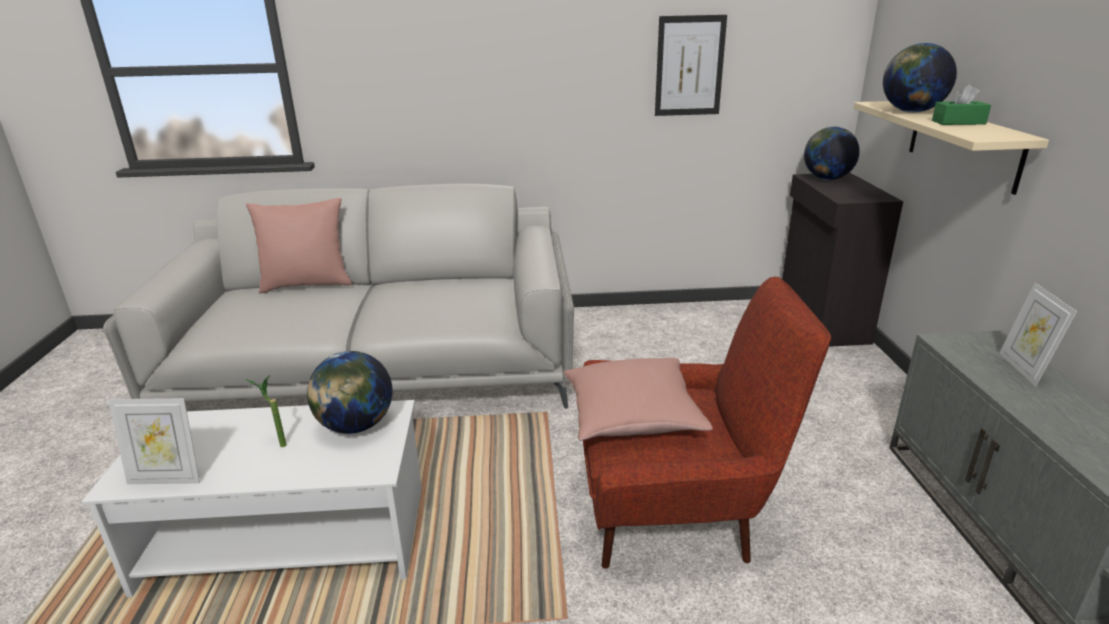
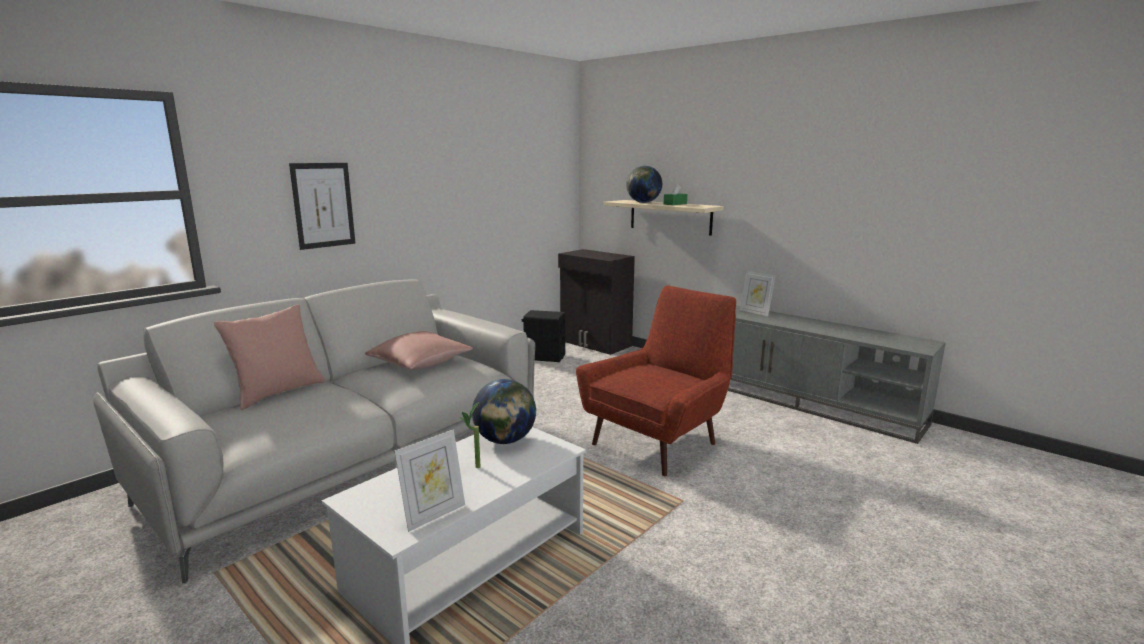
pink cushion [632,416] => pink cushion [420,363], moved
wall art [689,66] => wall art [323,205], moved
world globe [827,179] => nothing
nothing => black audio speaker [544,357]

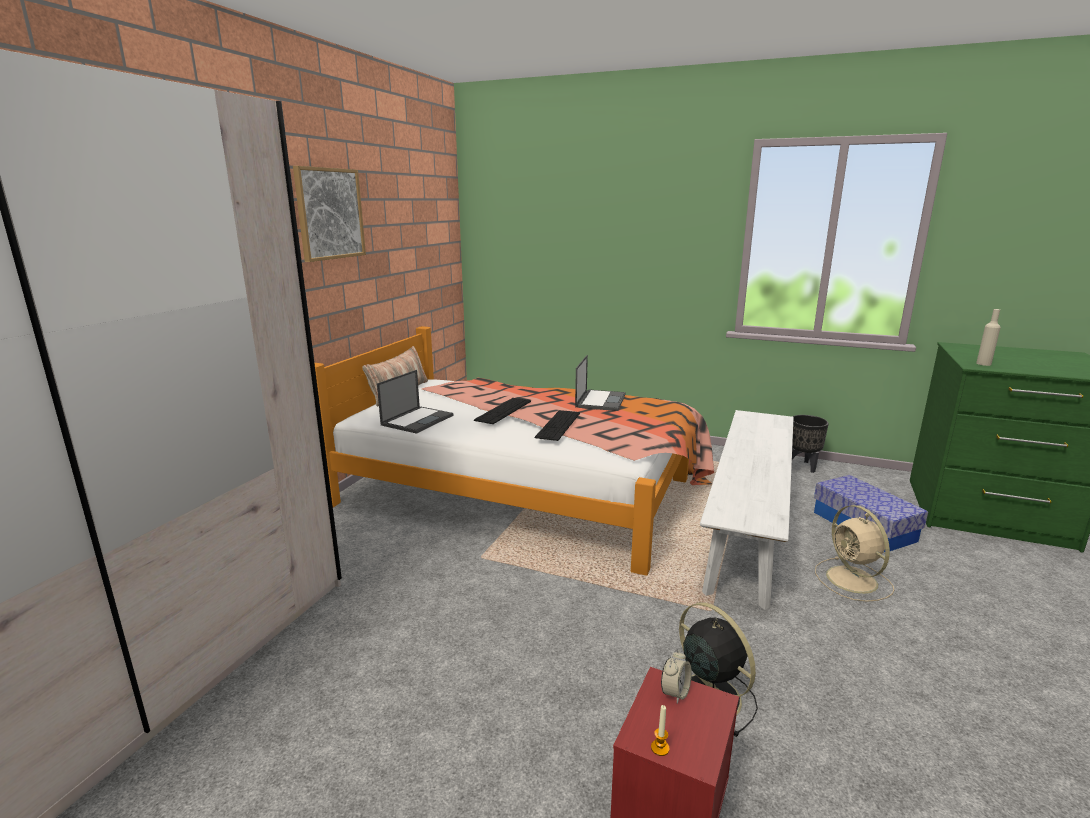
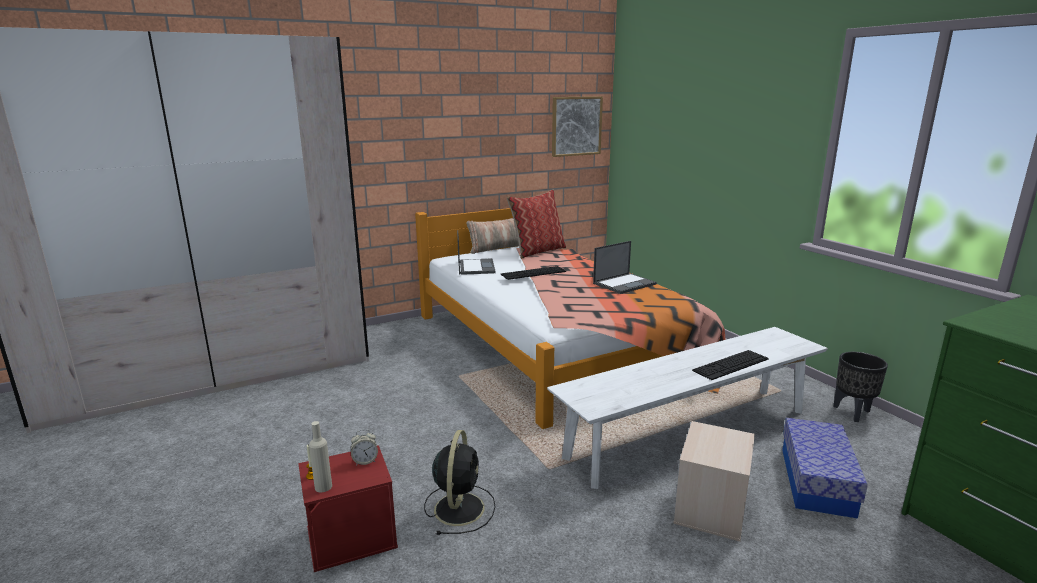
wall art [329,214] => wall art [576,126], moved
notebook computer [418,420] => notebook computer [475,267], 75 degrees counterclockwise
PC keyboard [558,425] => PC keyboard [731,365], moved
sand-coloured fan [853,581] => sand-coloured storage box [712,509]
sand-coloured beverage bottle [983,364] => sand-coloured beverage bottle [323,487], moved
nothing => cushion [537,251]

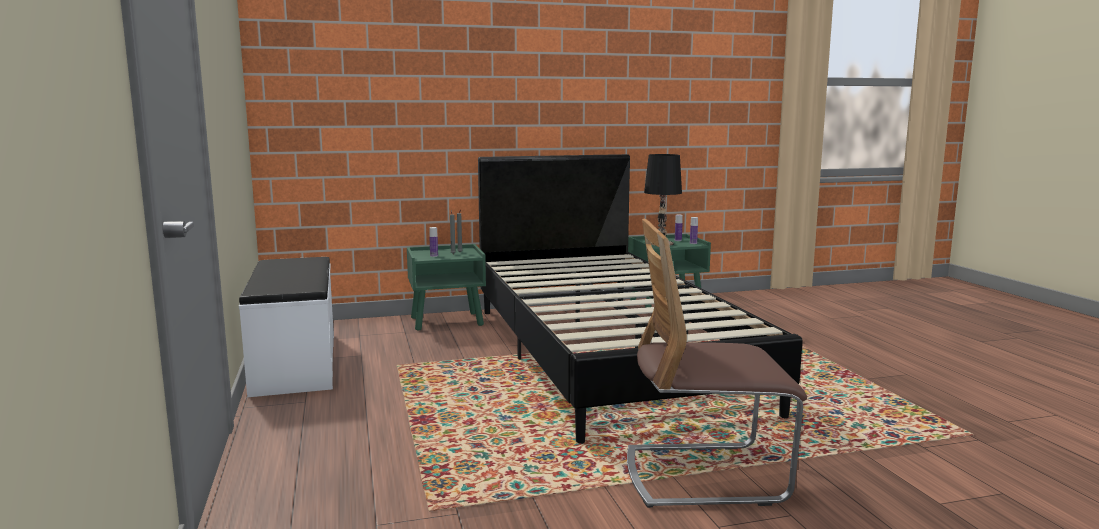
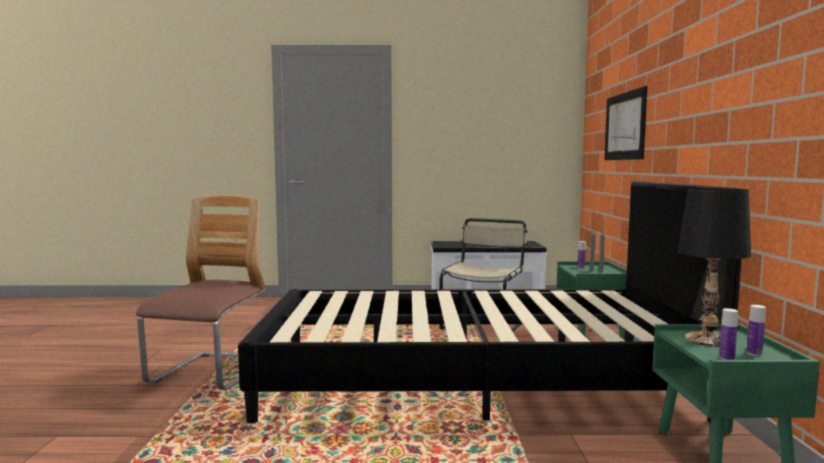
nothing => sand-coloured upright chair [484,325]
nothing => wall art [624,126]

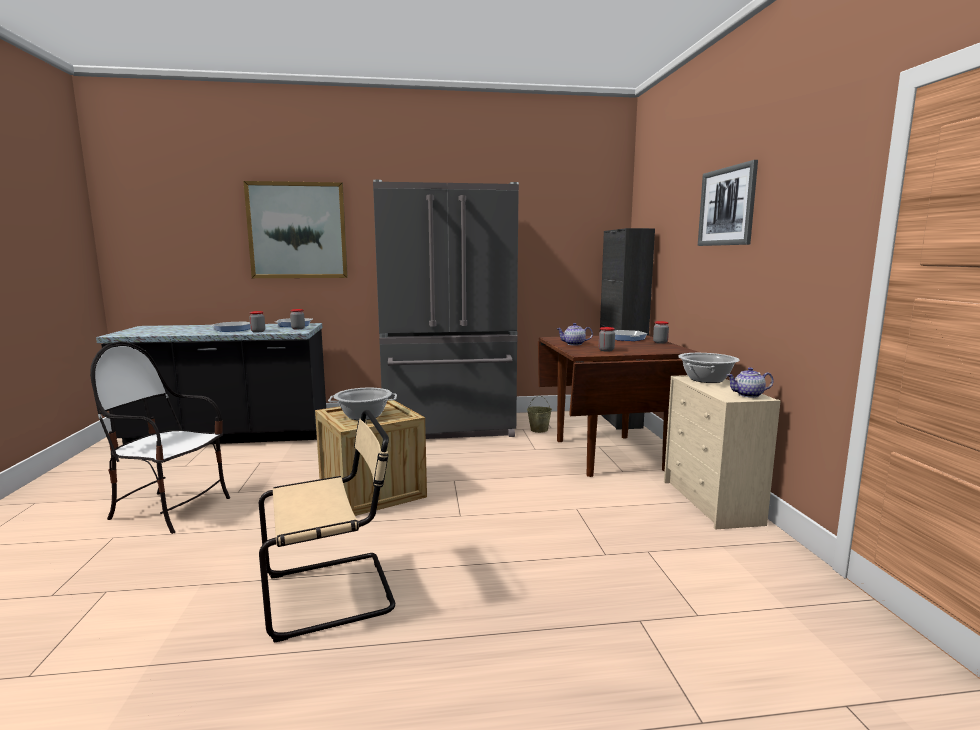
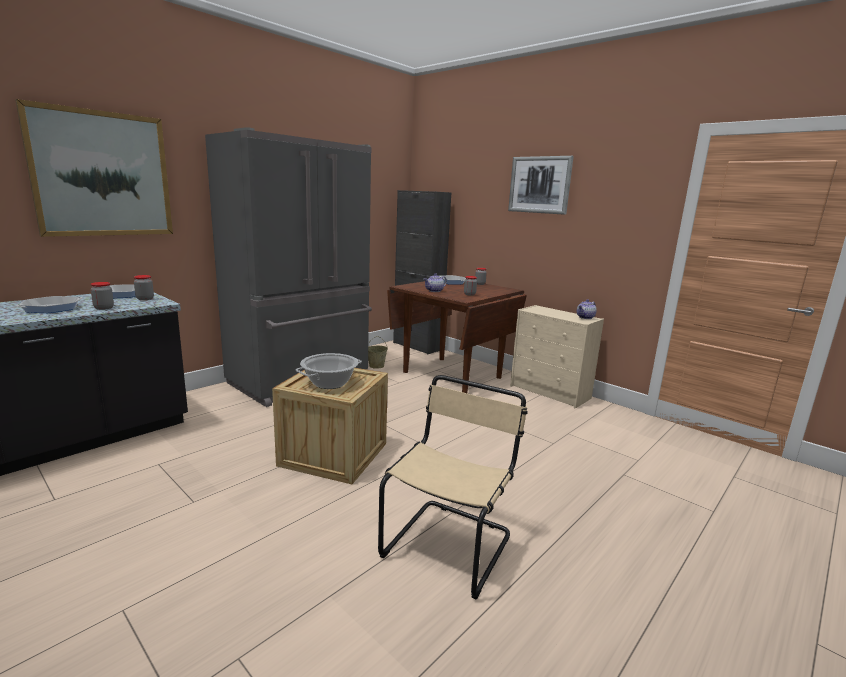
upright chair [171,510] => nothing
stockpot [706,379] => nothing

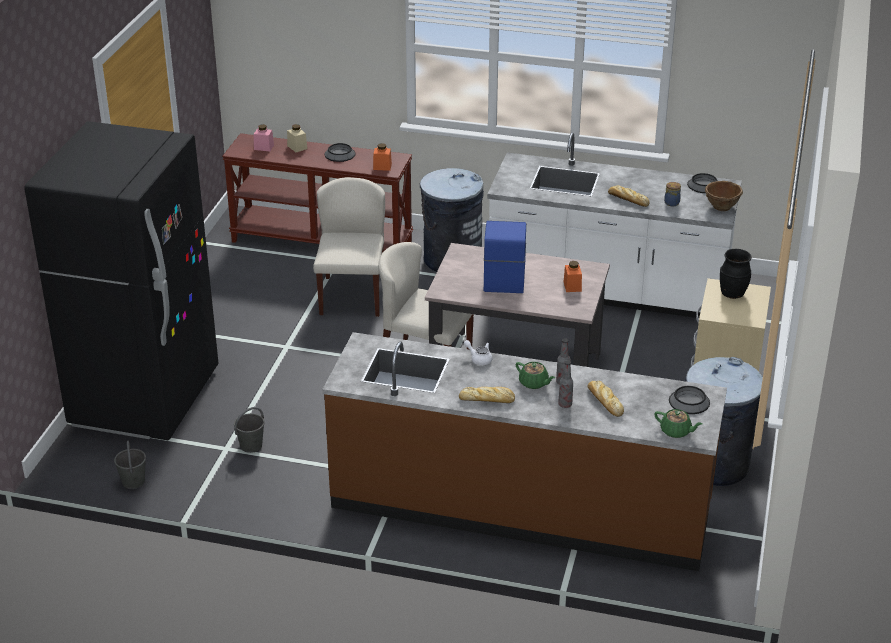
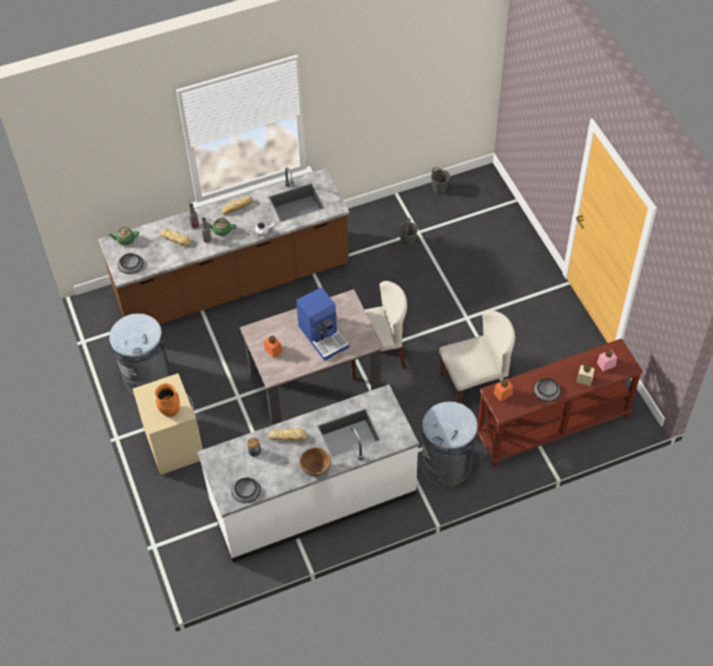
black refrigerator [145,398] => nothing
sand-coloured upright chair [352,296] => sand-coloured upright chair [475,385], 75 degrees counterclockwise
brown-coloured deep dish [721,207] => brown-coloured deep dish [315,469], moved
black flower vase [732,293] => orangey flower vase [170,410]

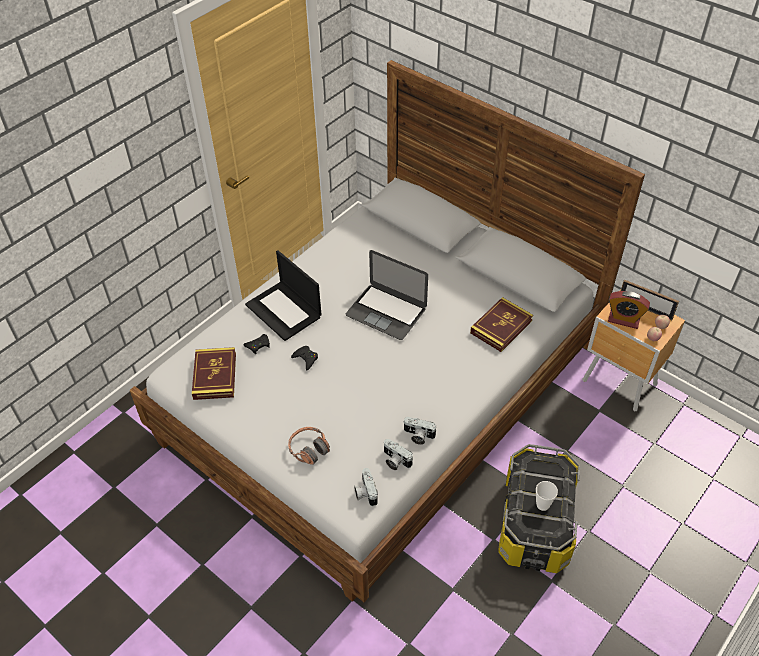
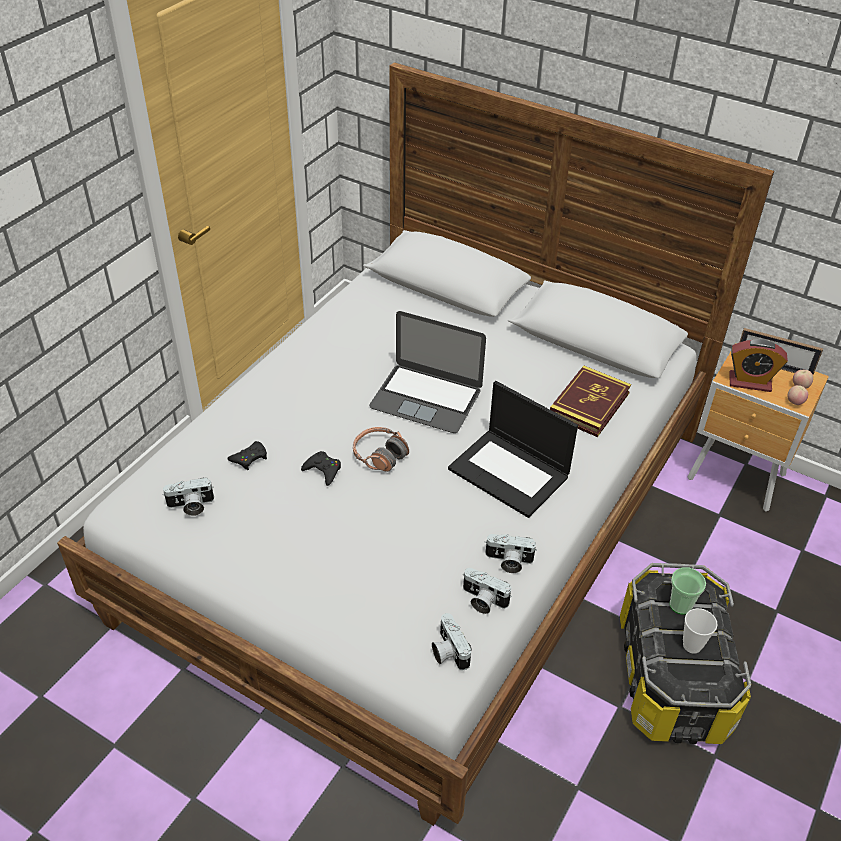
bound book [215,376] => still camera [190,506]
notebook computer [284,311] => notebook computer [510,472], moved
headphones [309,449] => headphones [379,455], moved
nothing => cup [680,605]

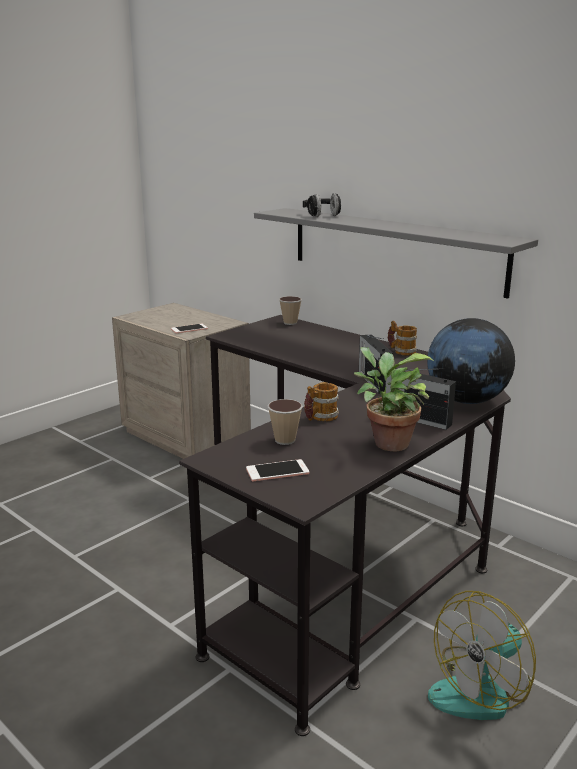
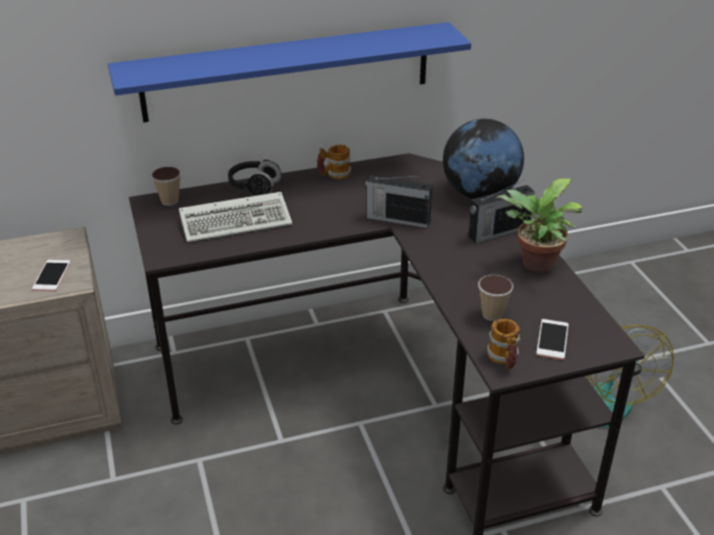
grey wall shelf [394,249] => blue-coloured wall shelf [287,72]
black headphones [322,215] => black headphones [255,187], moved
coffee mug [320,418] => coffee mug [504,359], moved
nothing => PC keyboard [238,221]

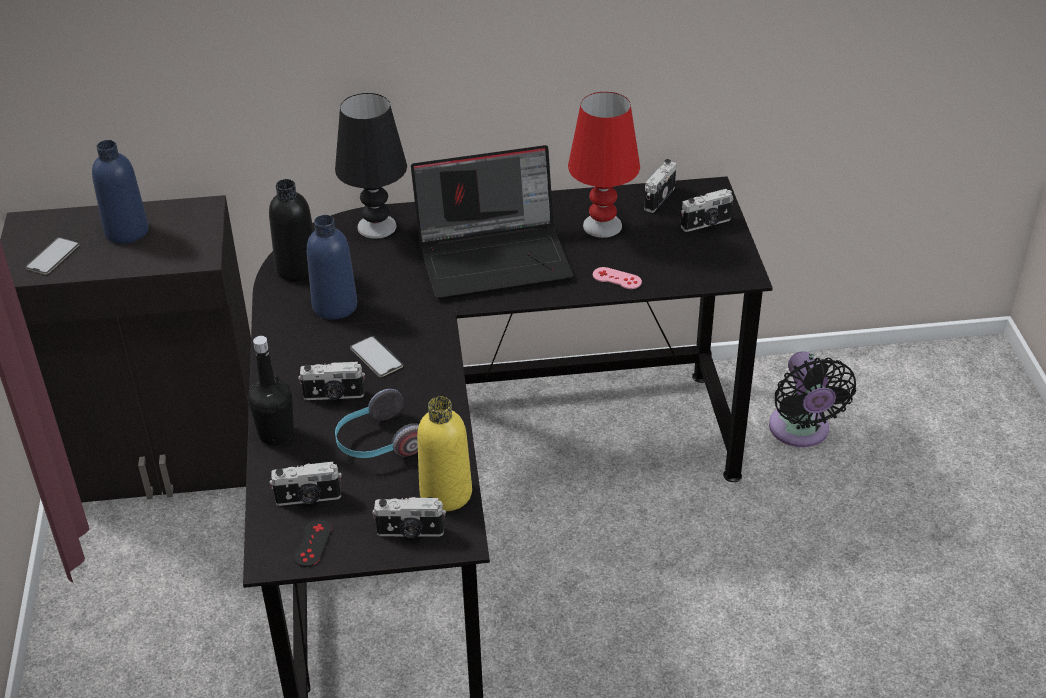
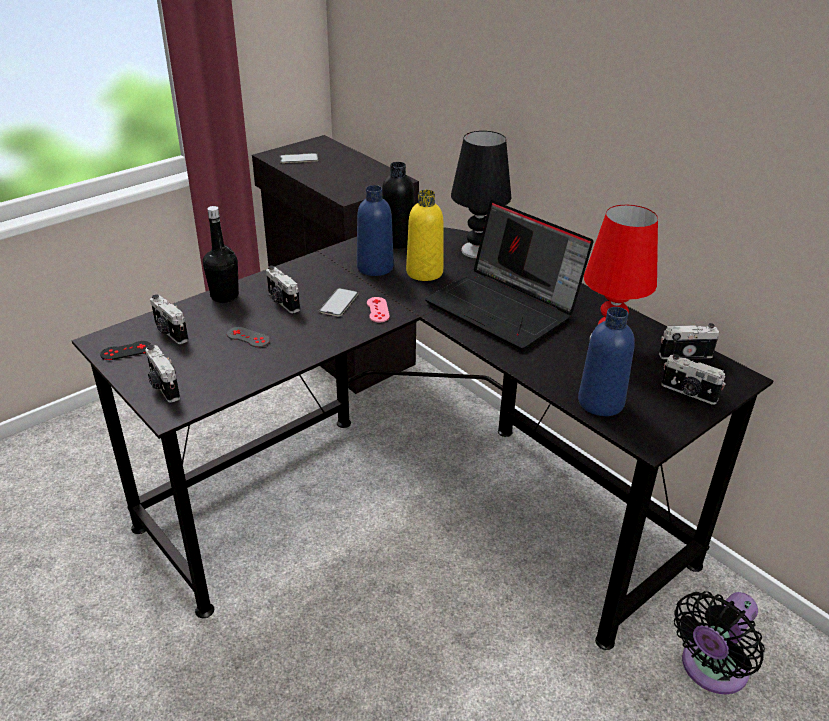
blue-coloured beverage bottle [126,231] => blue-coloured beverage bottle [601,402], moved
headphones [378,443] => grey gamepad [248,337]
yellow beverage bottle [446,493] => yellow beverage bottle [424,272], moved
pink gamepad [617,278] => pink gamepad [378,310], moved

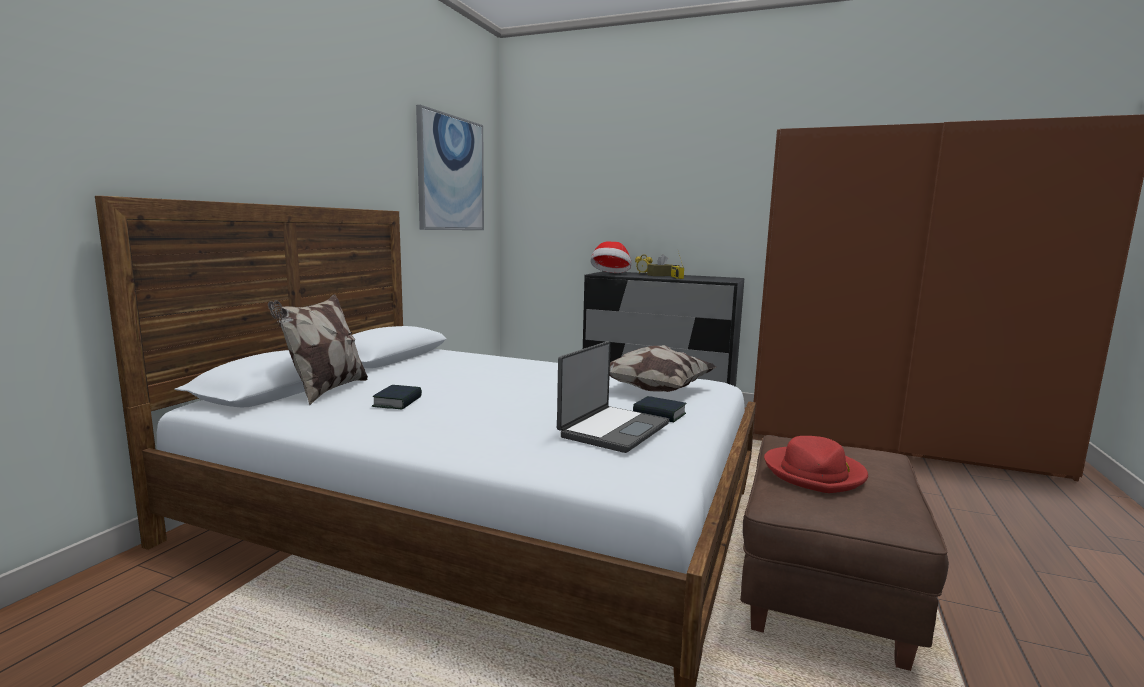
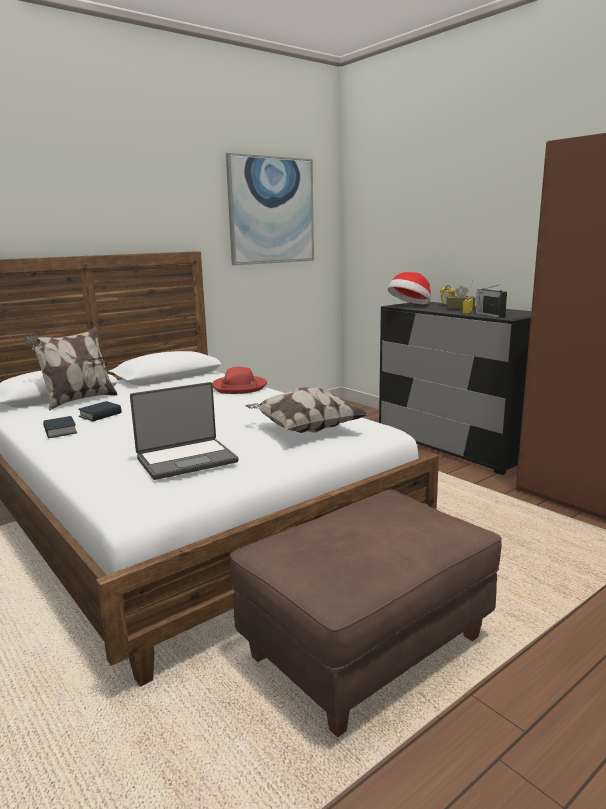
bound book [659,414] => bound book [60,431], moved
red clothing hat [814,473] => red clothing hat [239,387], moved
nothing => radio receiver [489,315]

